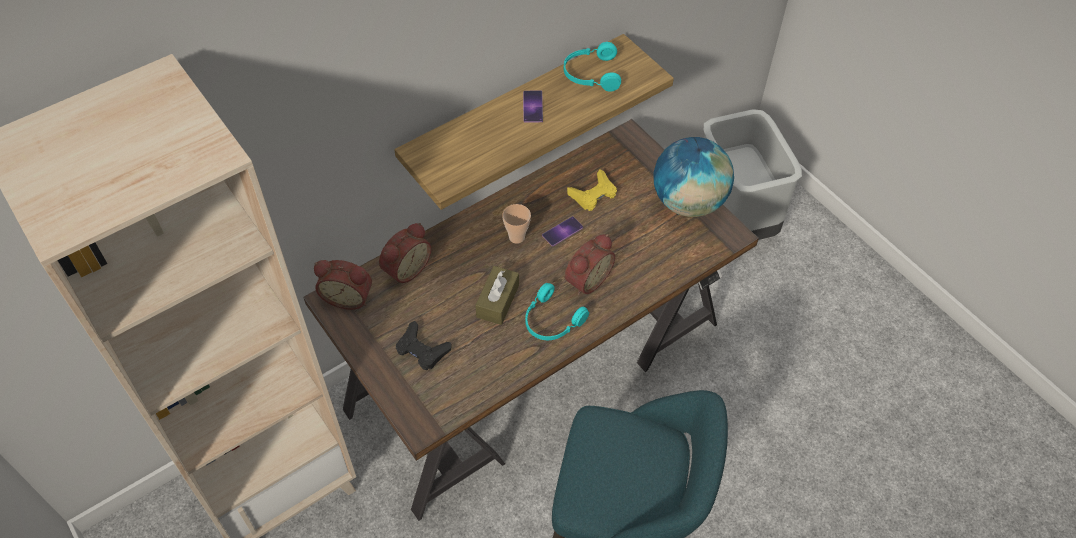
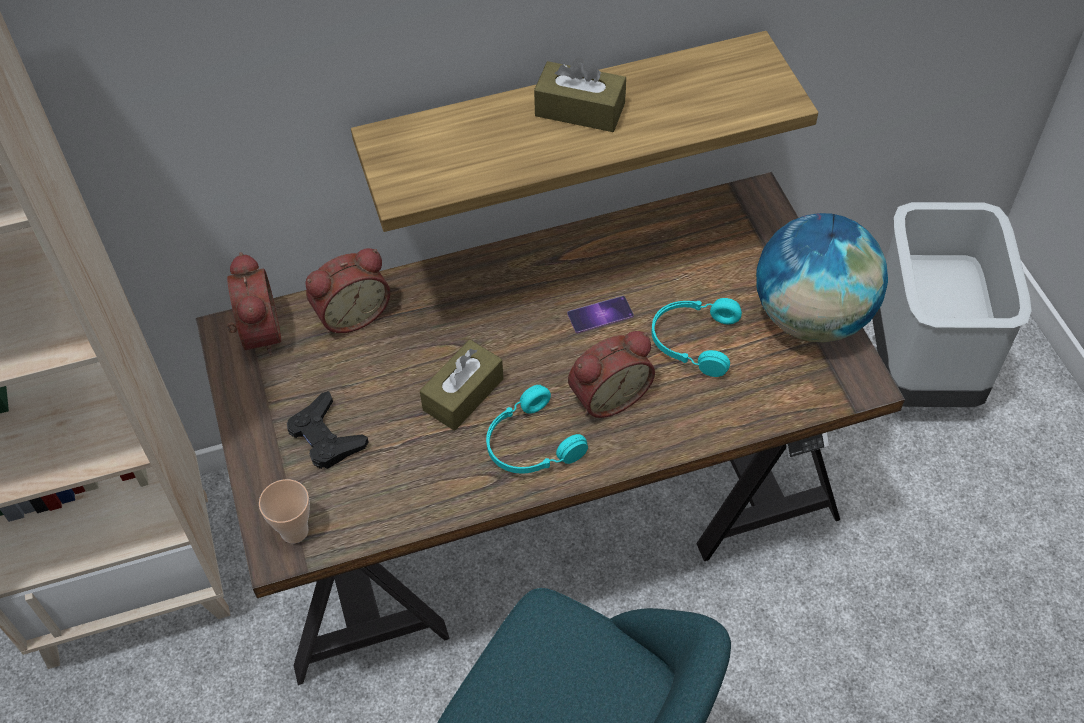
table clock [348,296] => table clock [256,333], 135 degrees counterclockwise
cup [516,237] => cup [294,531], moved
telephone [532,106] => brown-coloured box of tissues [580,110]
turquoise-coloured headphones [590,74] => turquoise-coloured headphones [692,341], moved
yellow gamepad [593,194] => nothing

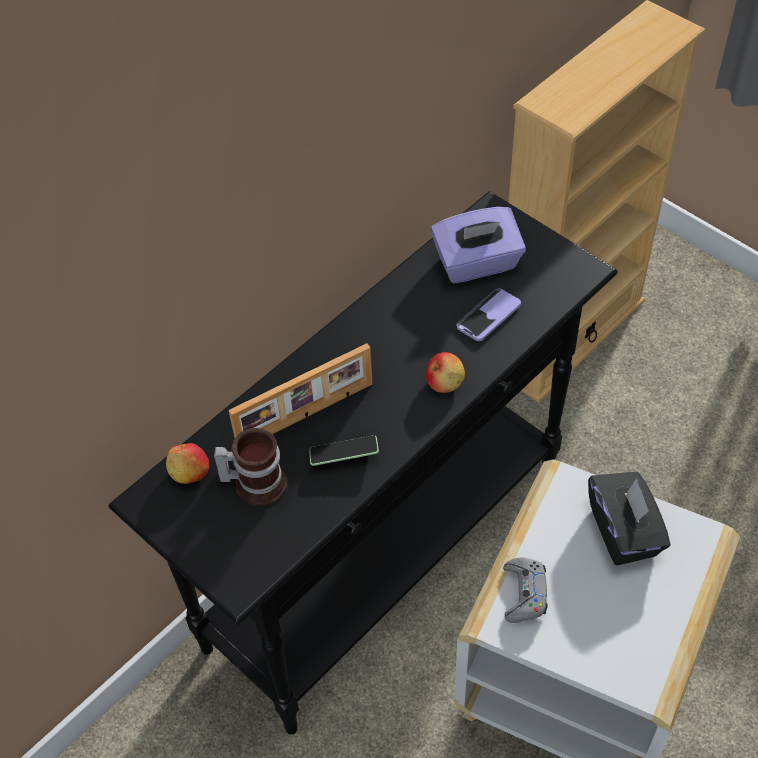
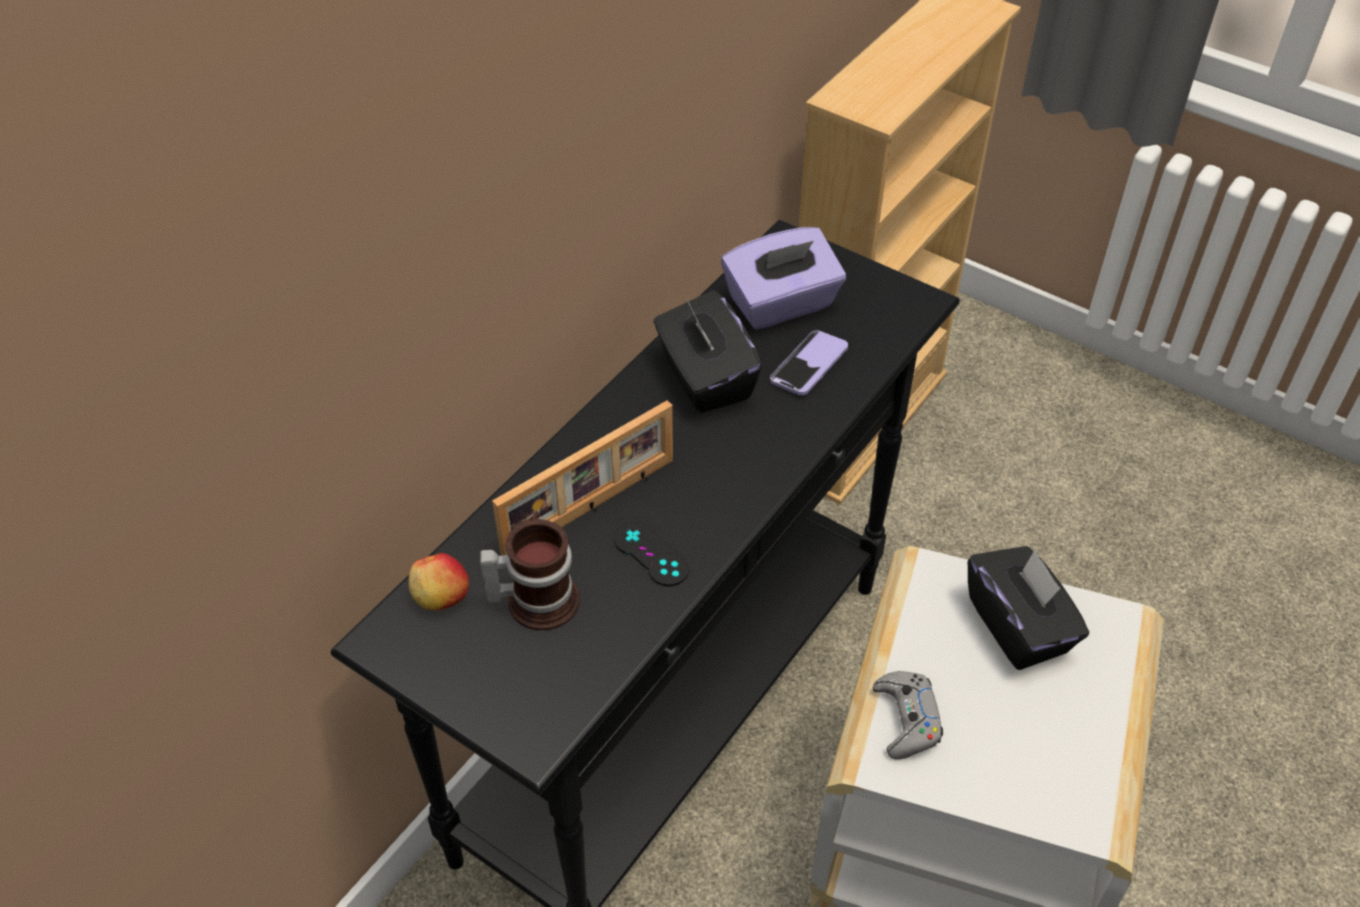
telephone [344,456] => black gamepad [651,554]
apple fruit [445,382] => nothing
nothing => black box of tissues [705,378]

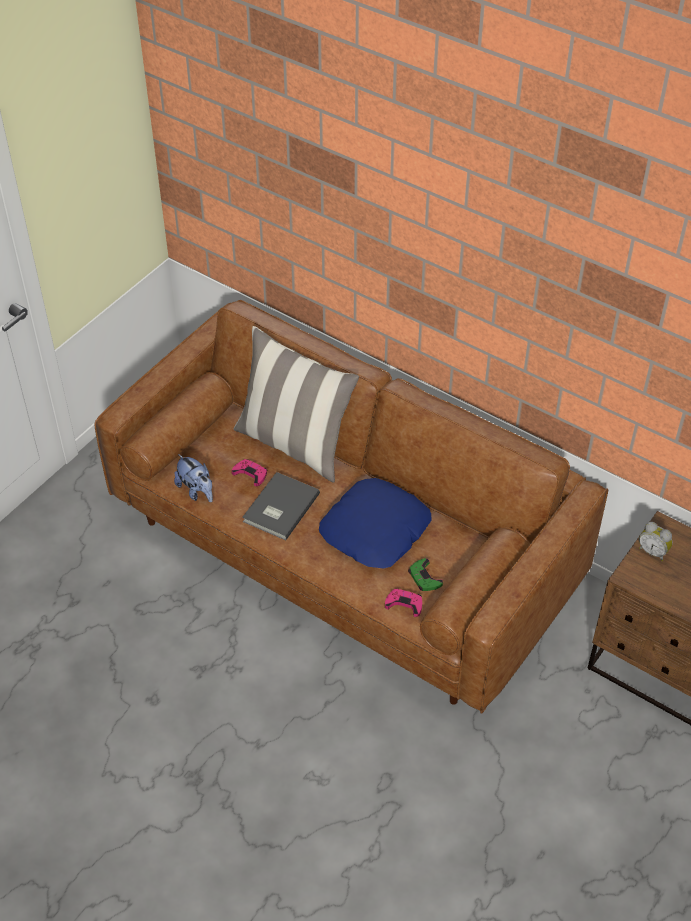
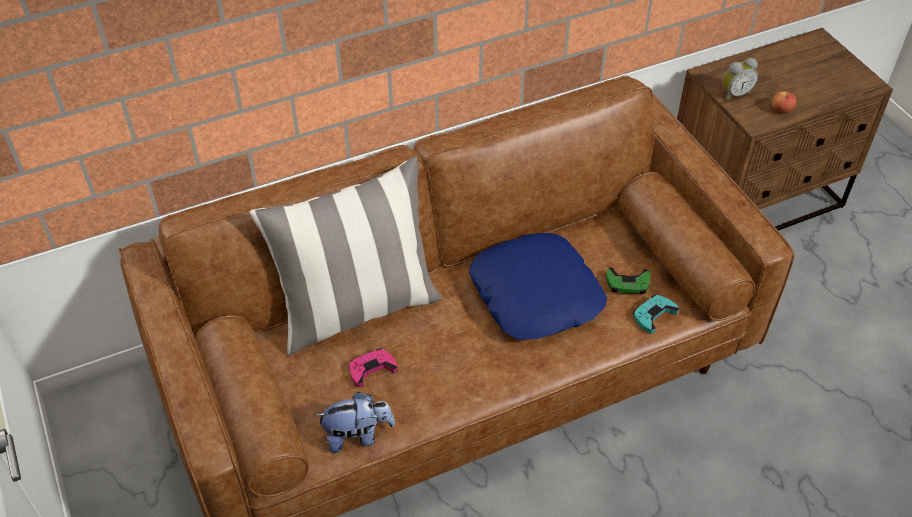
grey bound book [279,508] => nothing
pink gamepad [404,604] => turquoise-coloured gamepad [653,315]
nothing => apple fruit [781,110]

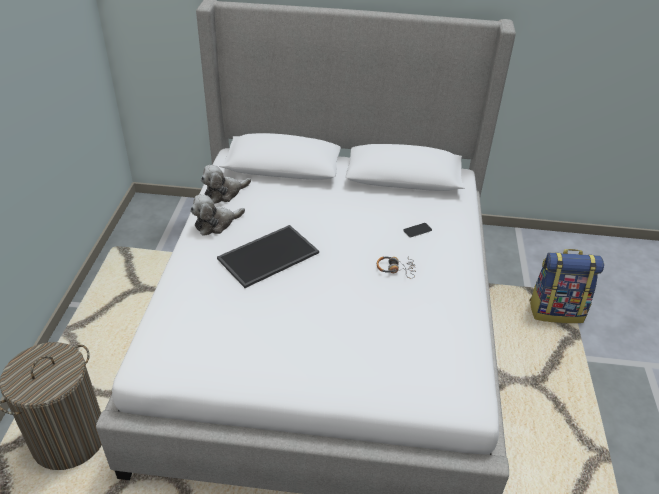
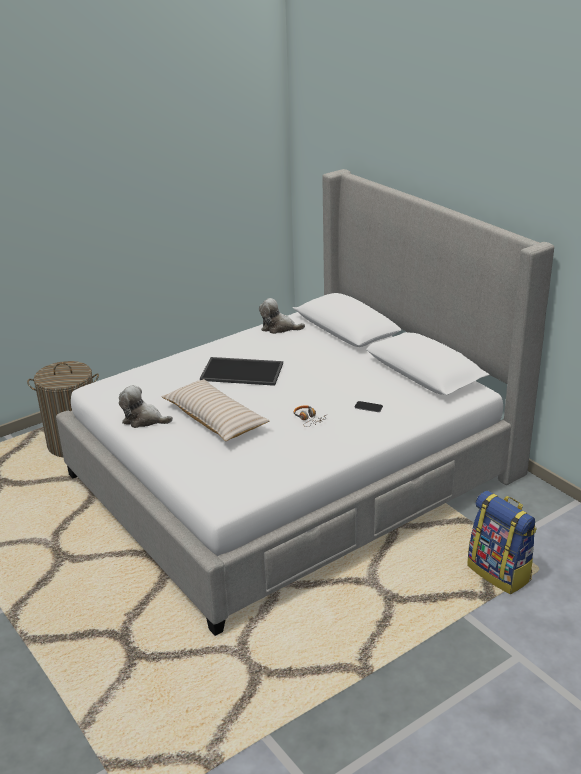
soft toy [216,224] => soft toy [143,420], moved
nothing => sand-coloured cushion [215,420]

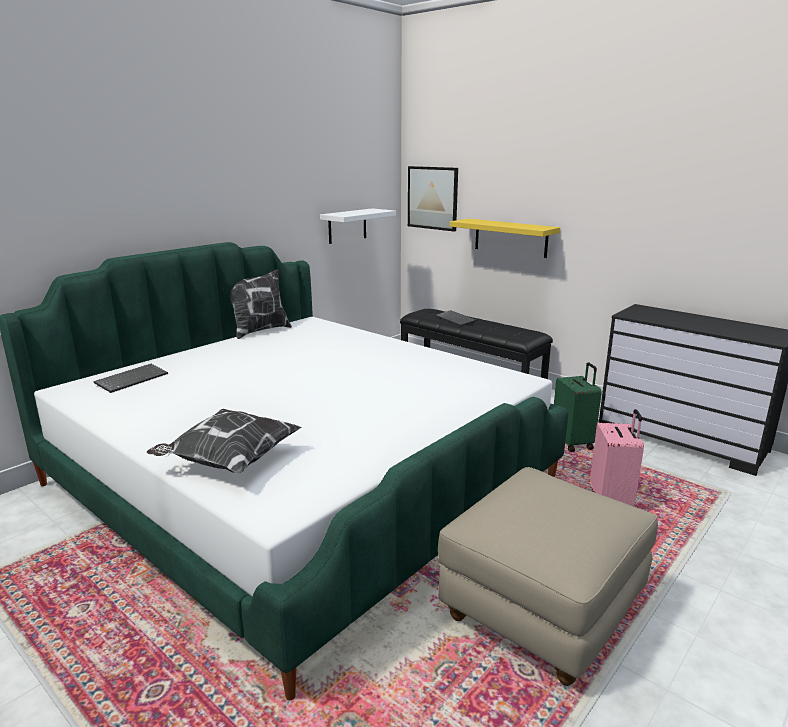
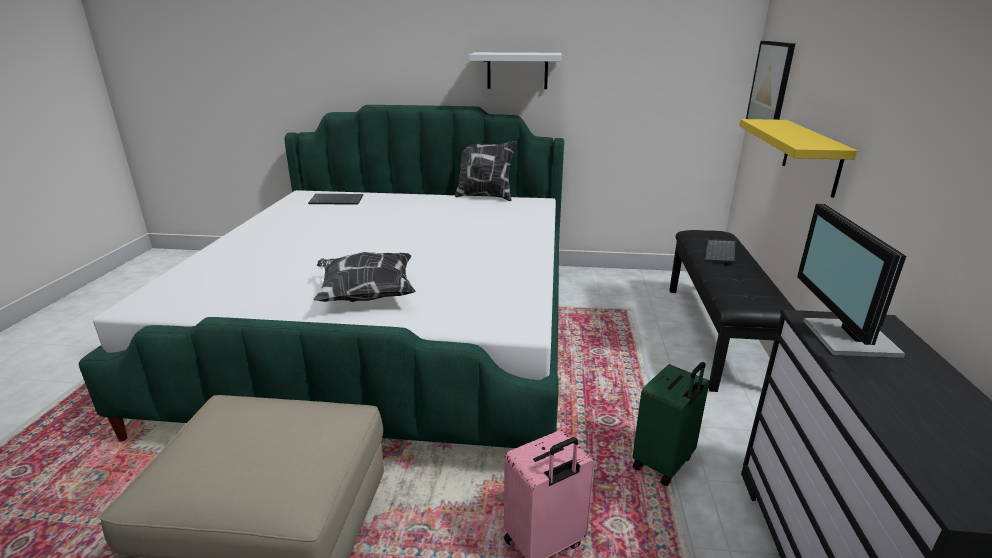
cushion [228,462] => cushion [366,295], moved
white-coloured wall shelf [347,226] => white-coloured wall shelf [517,70], moved
nothing => computer display [847,339]

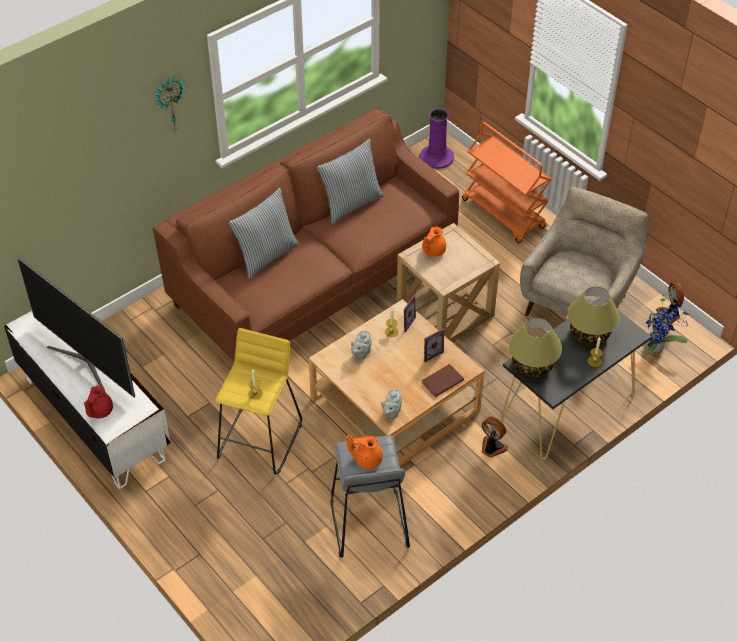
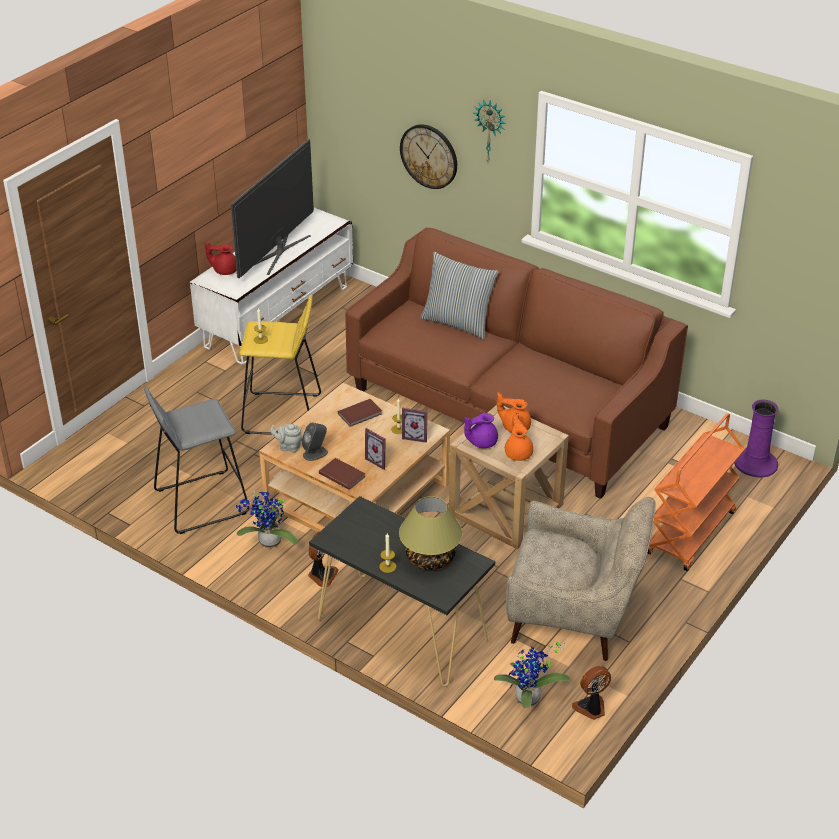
cushion [351,204] => nothing
orangey tea pot [366,459] => orangey tea pot [518,452], moved
grey tea pot [361,353] => brown-coloured bound book [361,414]
table lamp [532,364] => nothing
nothing => houseplant [268,543]
nothing => grey audio speaker [315,453]
nothing => hanging clock [429,156]
nothing => purple tea pot [481,442]

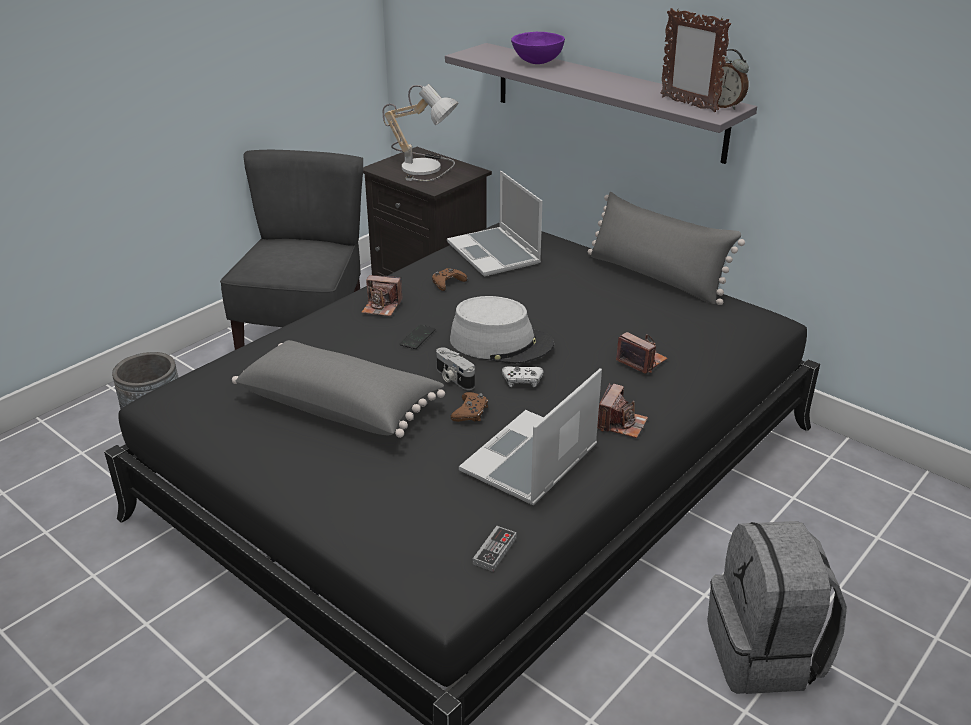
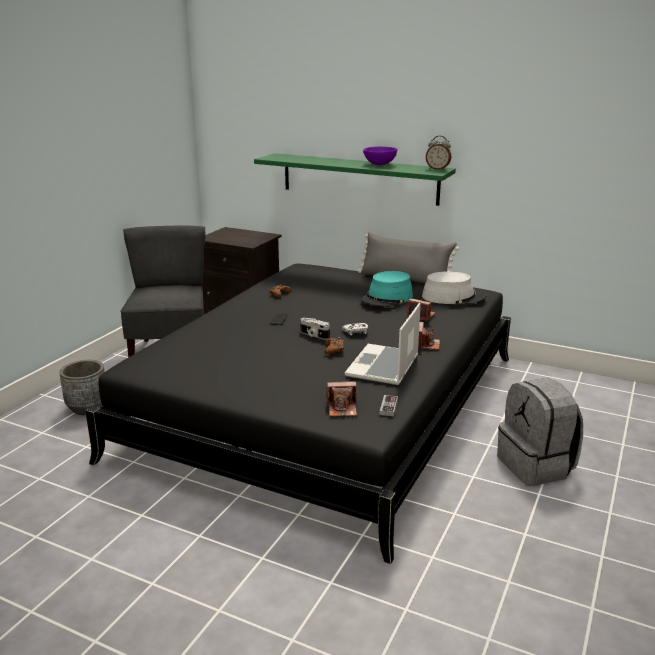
grey cushion [340,405] => nothing
still camera [382,307] => still camera [342,409], moved
table lamp [425,166] => nothing
grey wall shelf [607,101] => green wall shelf [359,178]
notebook computer [495,254] => nothing
grey clothing hat [501,343] => grey clothing hat [453,297], moved
purple deep dish [537,63] => purple deep dish [379,164], moved
picture frame [688,104] => nothing
nothing => turquoise-coloured clothing hat [387,298]

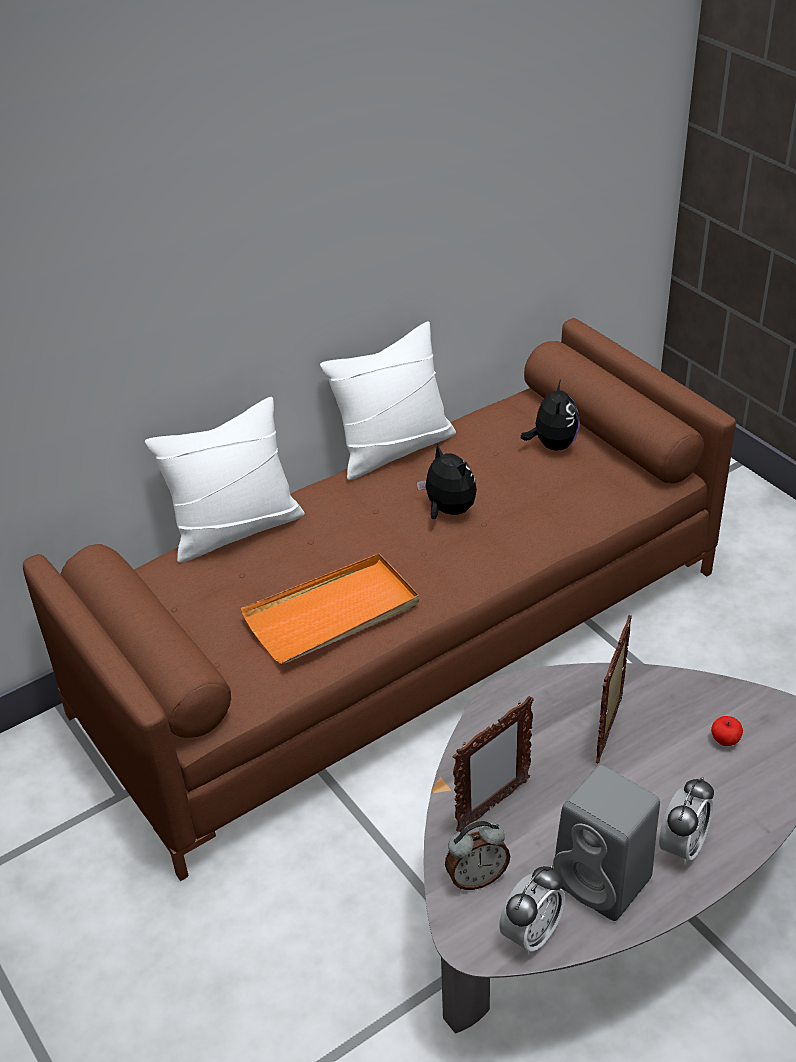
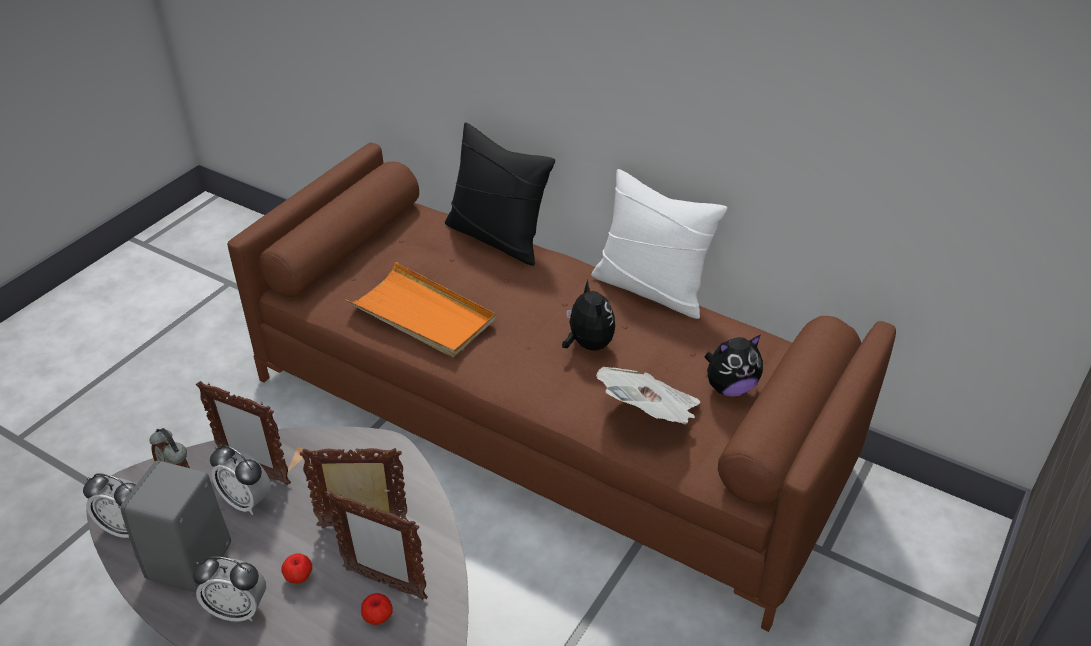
white-coloured cushion [235,529] => black cushion [497,237]
soft toy [448,511] => soft toy [588,344], 45 degrees counterclockwise
nothing => table clock [247,501]
nothing => apple fruit [299,577]
nothing => picture frame [384,583]
nothing => daily paper [649,414]

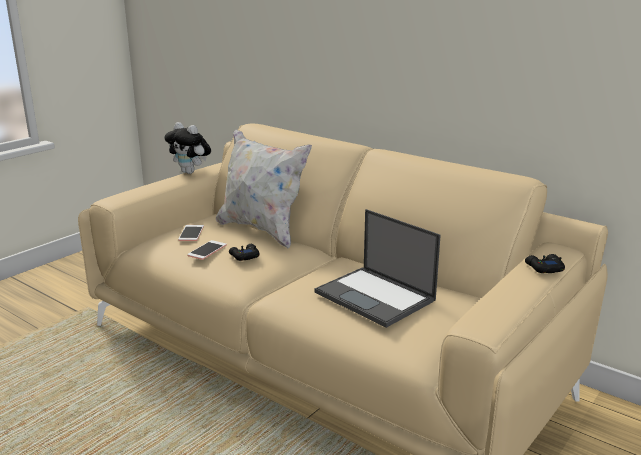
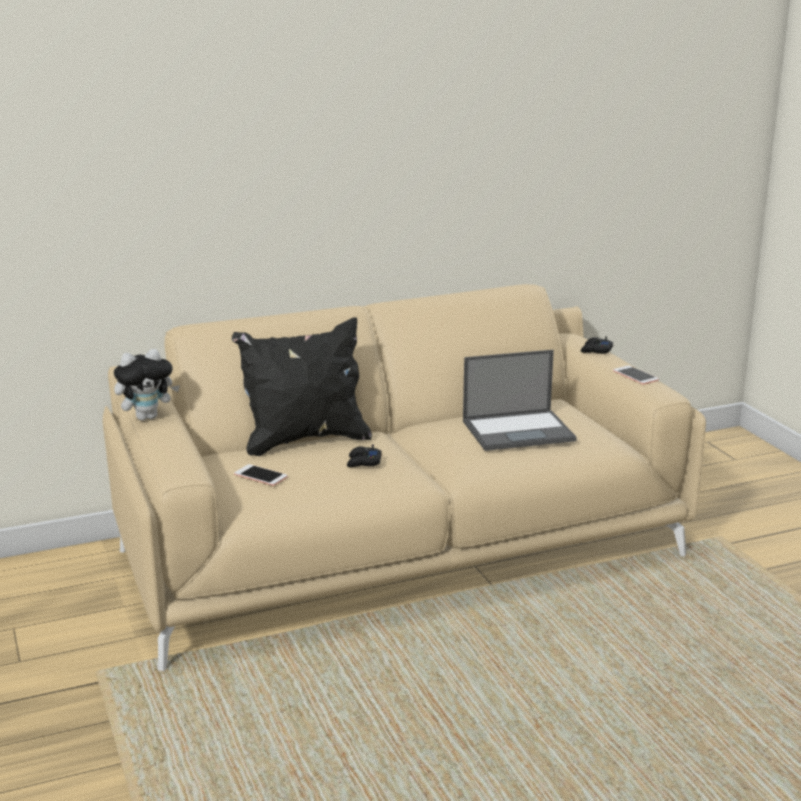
telephone [207,250] => telephone [635,375], moved
white-coloured cushion [262,230] => black cushion [304,440]

